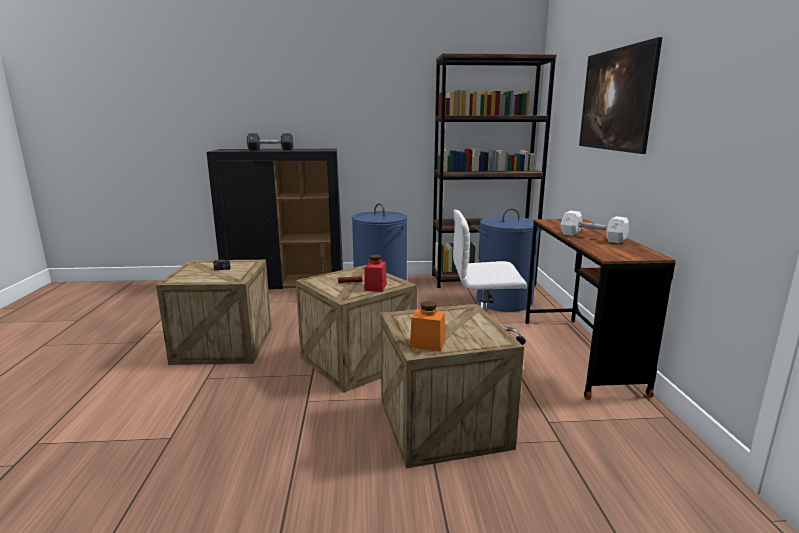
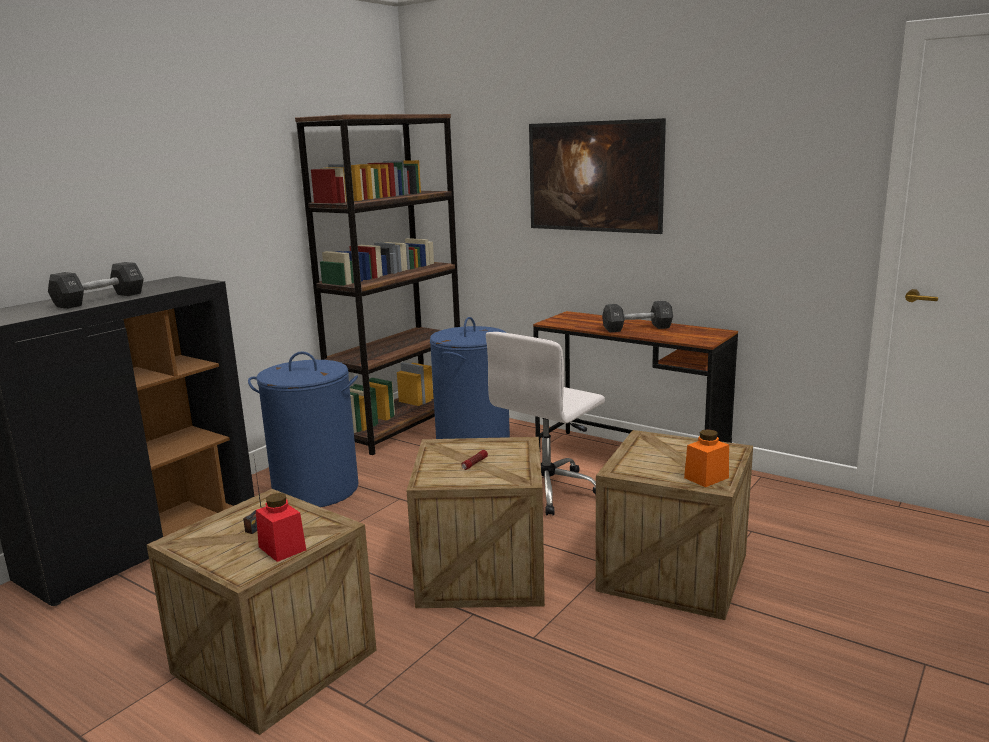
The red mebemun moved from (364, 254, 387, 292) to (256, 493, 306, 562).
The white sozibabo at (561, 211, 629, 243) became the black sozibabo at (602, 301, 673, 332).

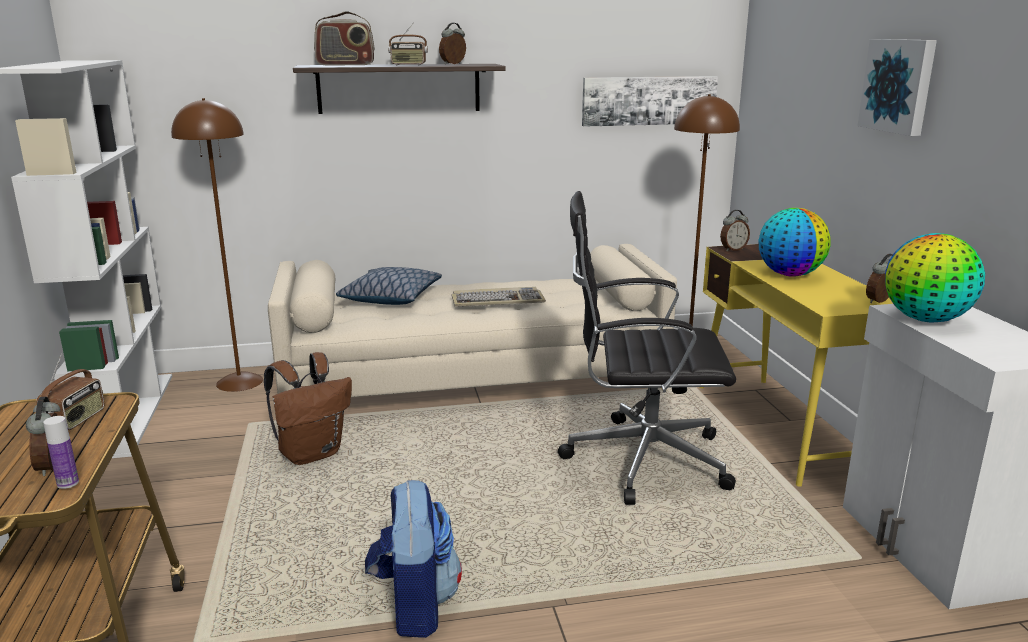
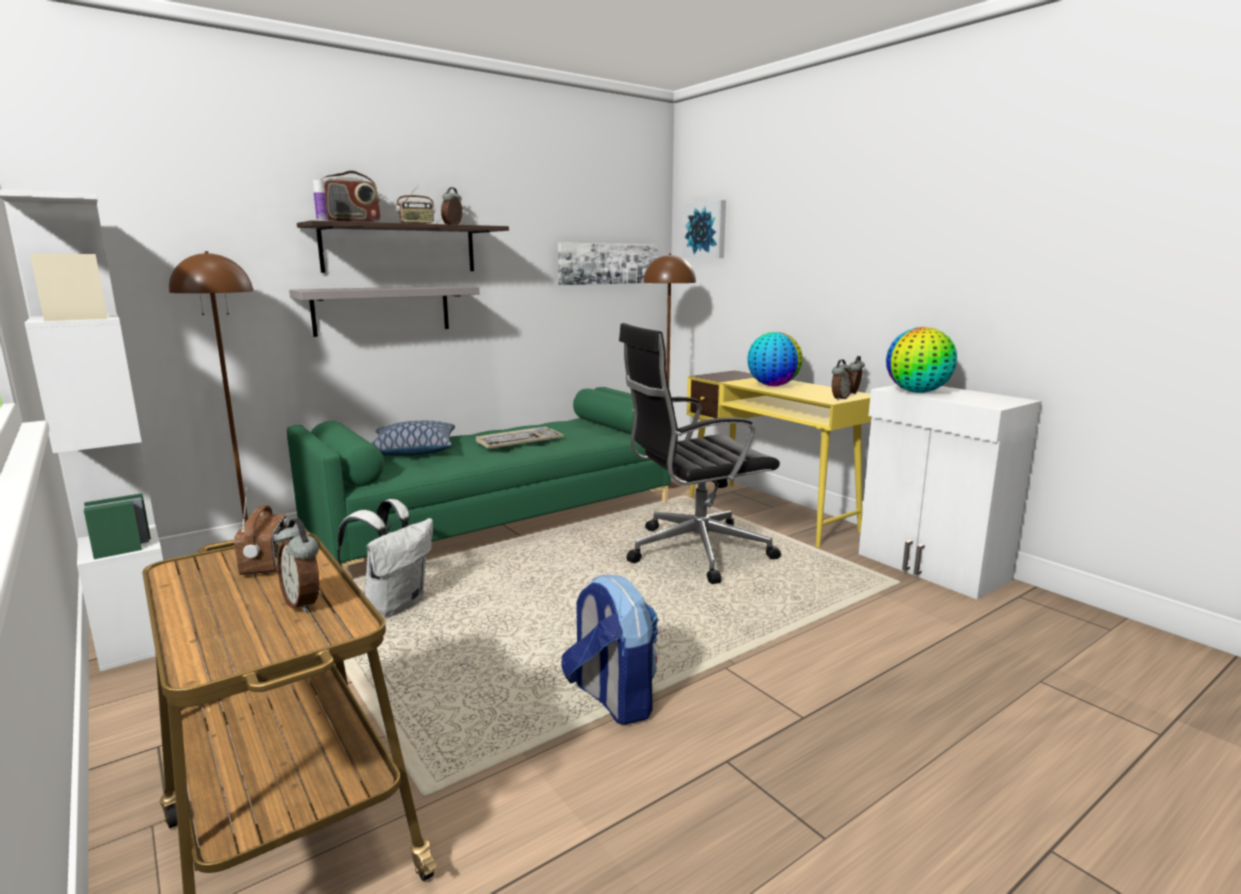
The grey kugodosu at (289, 286, 480, 337) appeared.
The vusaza moved from (43, 416, 79, 489) to (313, 180, 328, 221).
The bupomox moved from (720, 210, 750, 251) to (832, 359, 852, 400).
The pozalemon moved from (857, 39, 937, 136) to (683, 200, 726, 258).
The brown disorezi at (264, 352, 352, 465) became the white disorezi at (337, 499, 433, 617).
The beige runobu at (268, 244, 677, 397) became the green runobu at (287, 387, 671, 567).

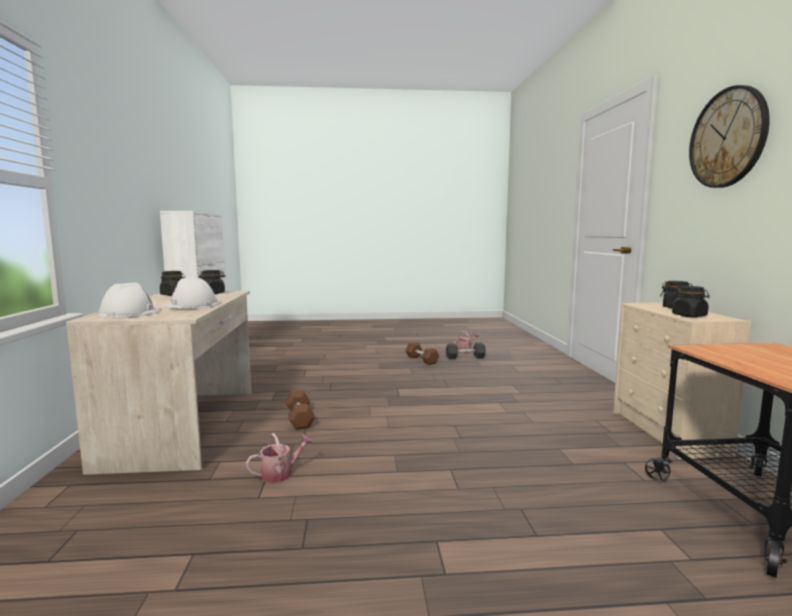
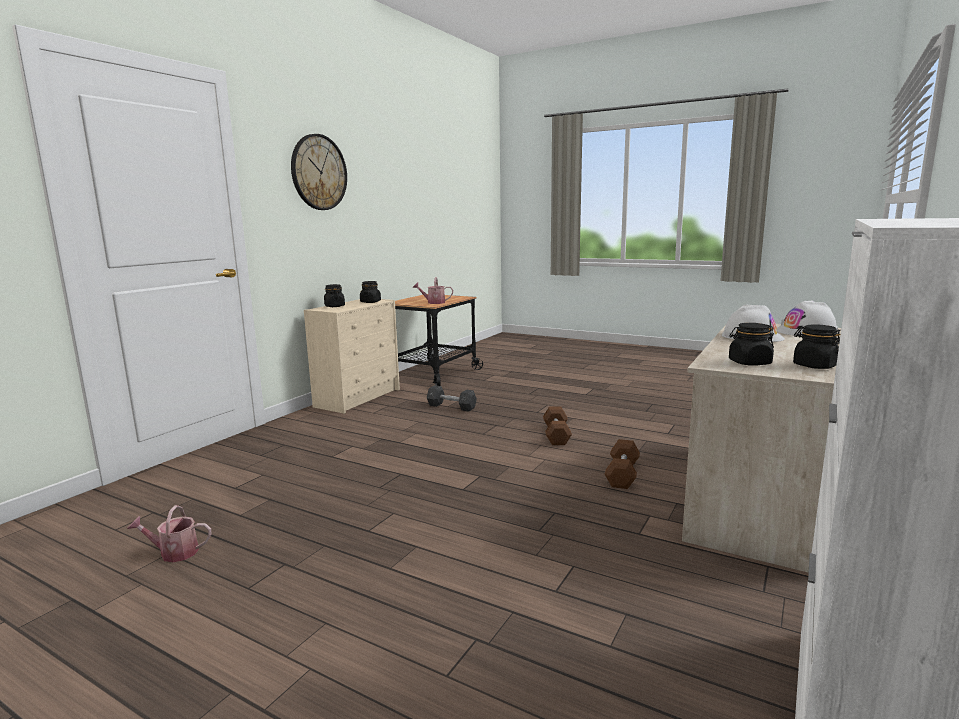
The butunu moved from (246, 433, 313, 483) to (413, 277, 453, 304).
The brown sozibabo moved from (405, 342, 439, 365) to (543, 407, 572, 445).
The grey sozibabo moved from (446, 342, 486, 360) to (427, 385, 477, 412).

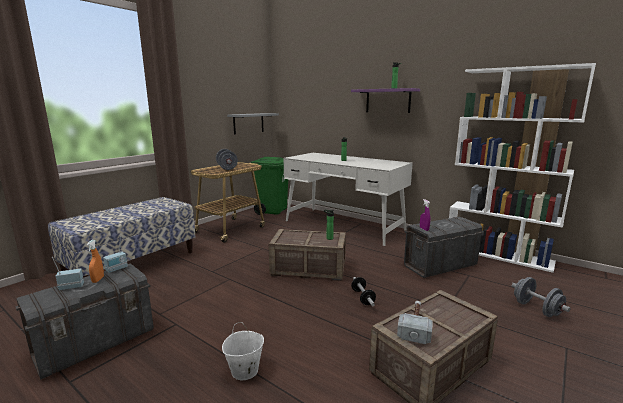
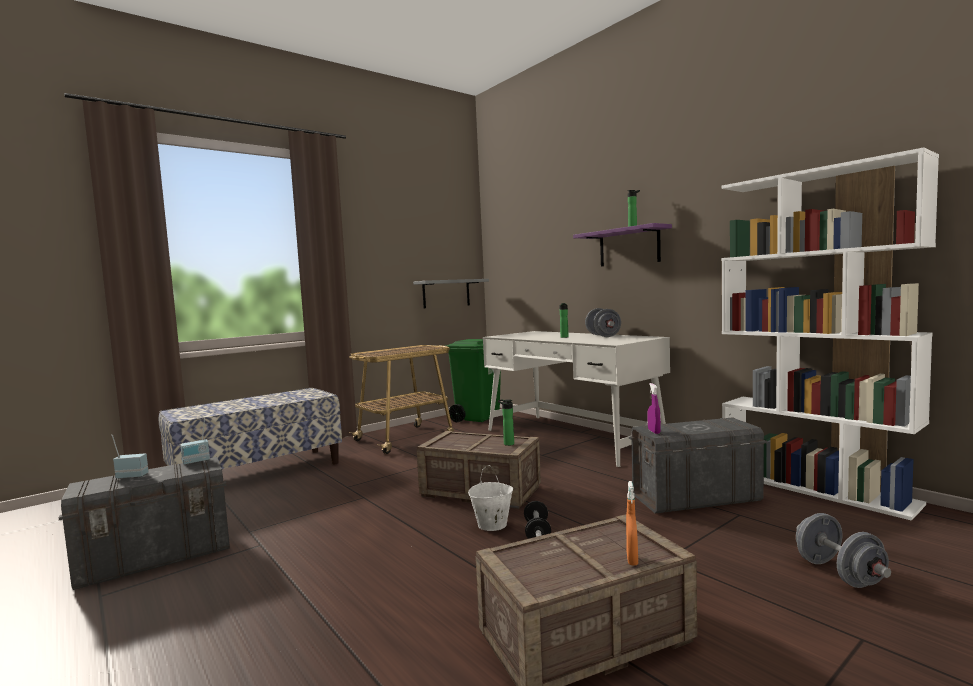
The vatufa at (397, 301, 433, 344) disappeared.
The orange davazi moved from (87, 240, 104, 283) to (626, 481, 638, 565).
The grey sozibabo moved from (216, 149, 238, 170) to (585, 308, 621, 337).
The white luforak moved from (222, 322, 264, 380) to (468, 465, 513, 531).

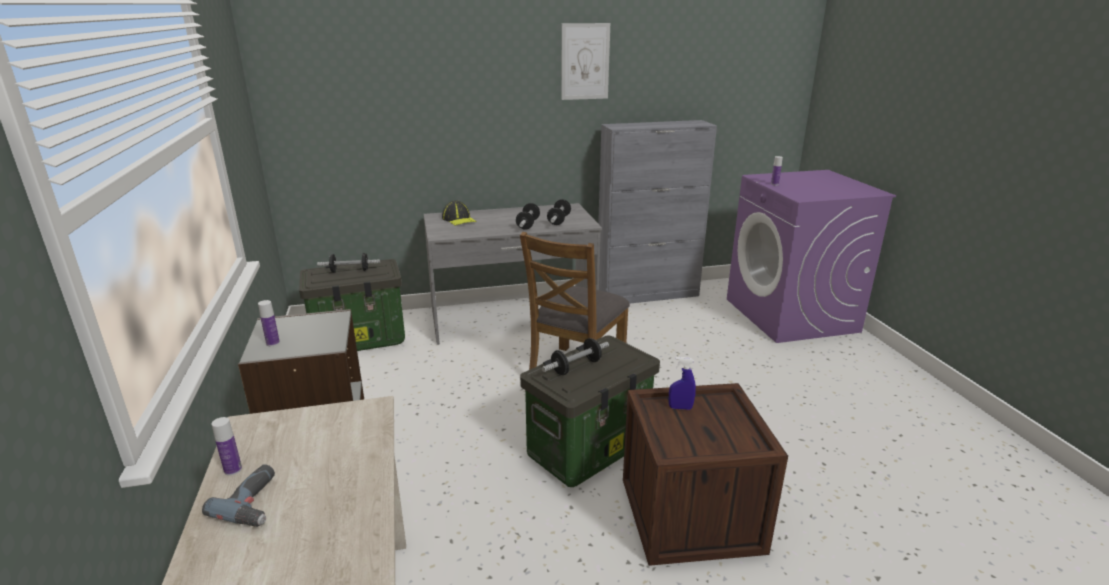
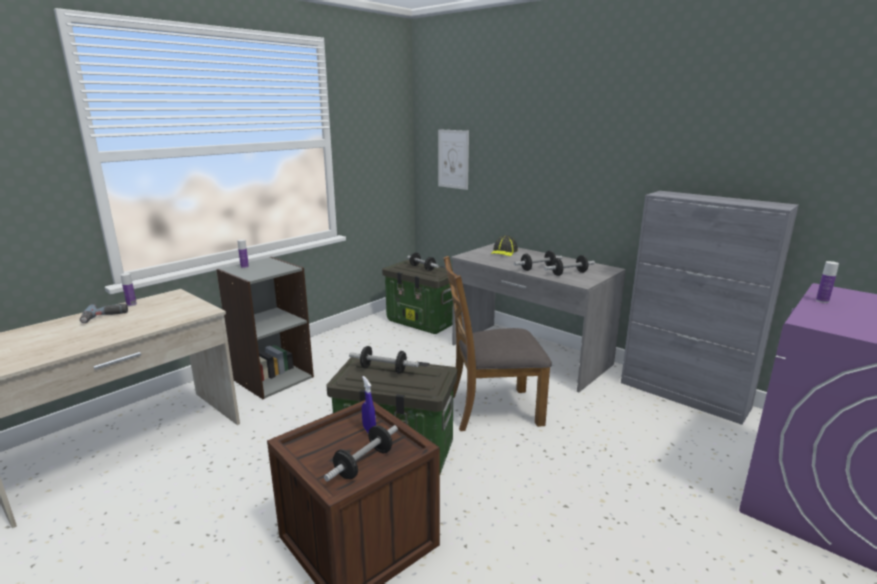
The sozibabo at (324, 425, 398, 482) appeared.
The pozalemon moved from (561, 23, 610, 100) to (438, 129, 469, 190).

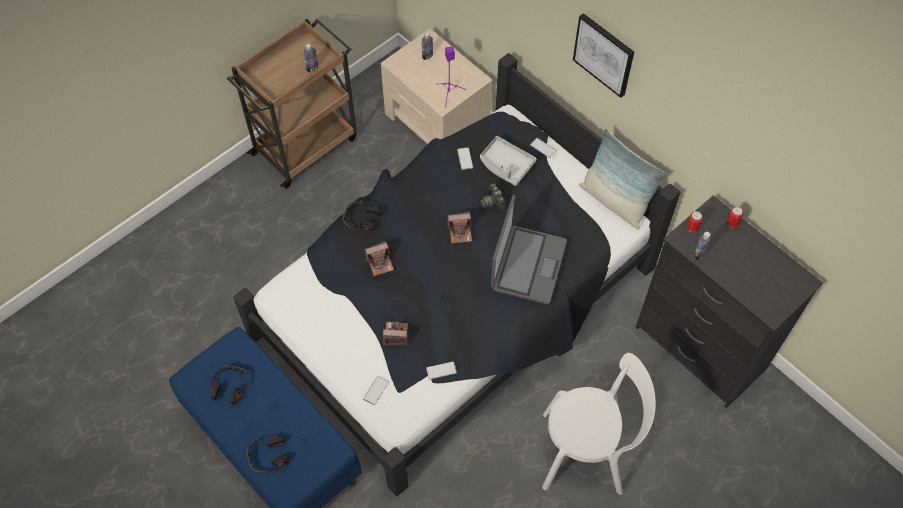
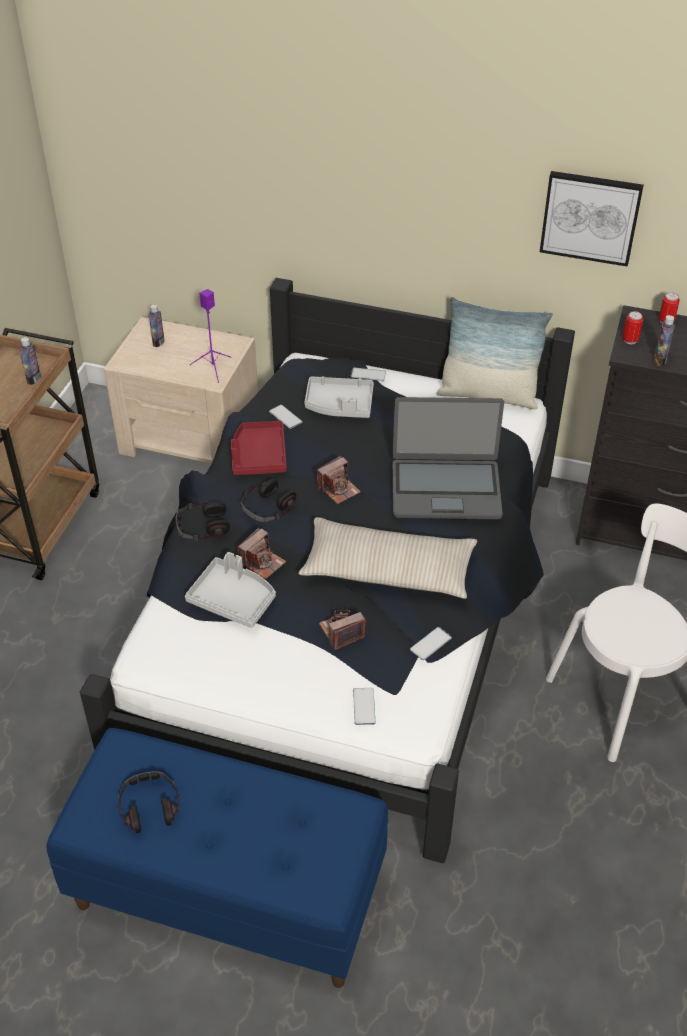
The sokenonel at (480, 183, 505, 210) disappeared.
The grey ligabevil at (185, 552, 276, 628) appeared.
The red ligabevil at (231, 421, 286, 475) appeared.
The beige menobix at (298, 517, 477, 599) appeared.
The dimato moved from (247, 435, 290, 474) to (240, 479, 296, 522).
The pozalemon moved from (573, 13, 634, 98) to (540, 171, 644, 267).
The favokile at (491, 195, 567, 305) turned 105 degrees clockwise.

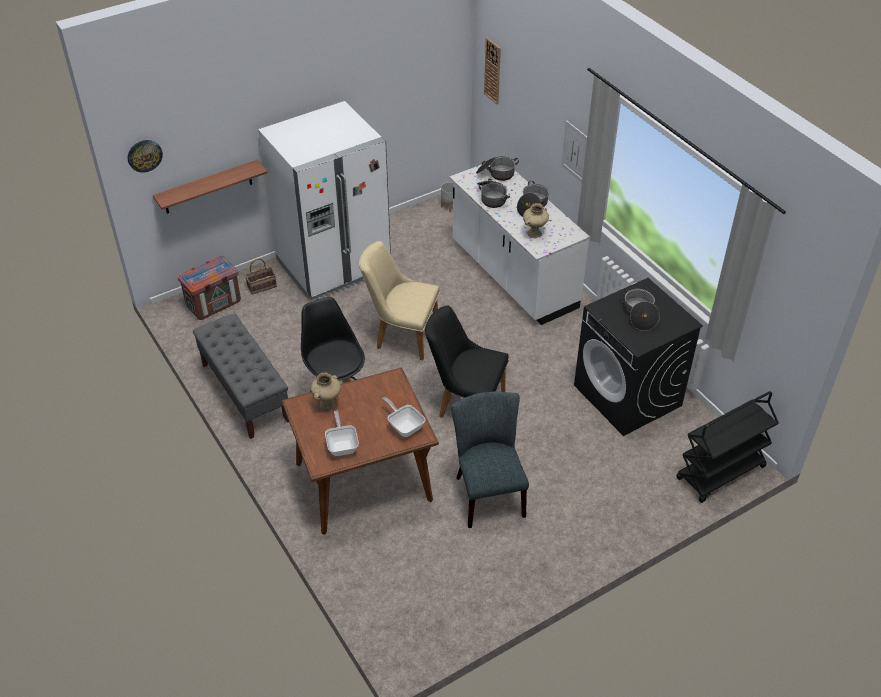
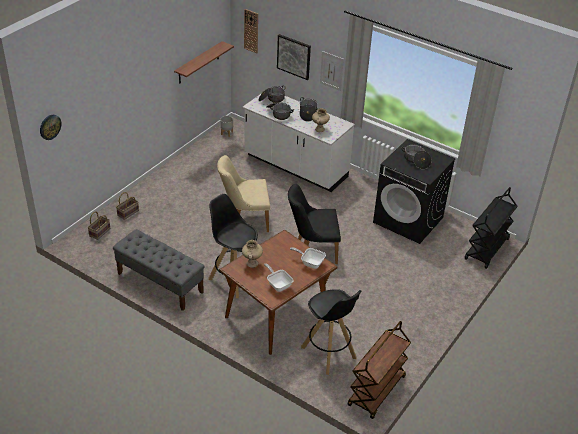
The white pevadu at (258, 101, 391, 302) disappeared.
The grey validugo at (451, 392, 529, 528) disappeared.
The pozalemon at (277, 34, 311, 80) appeared.
The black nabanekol at (301, 289, 361, 375) appeared.
The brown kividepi at (348, 321, 411, 419) appeared.
The kugodosu moved from (153, 160, 268, 214) to (174, 41, 234, 84).
The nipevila at (178, 256, 241, 320) was replaced by the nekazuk at (88, 212, 110, 240).

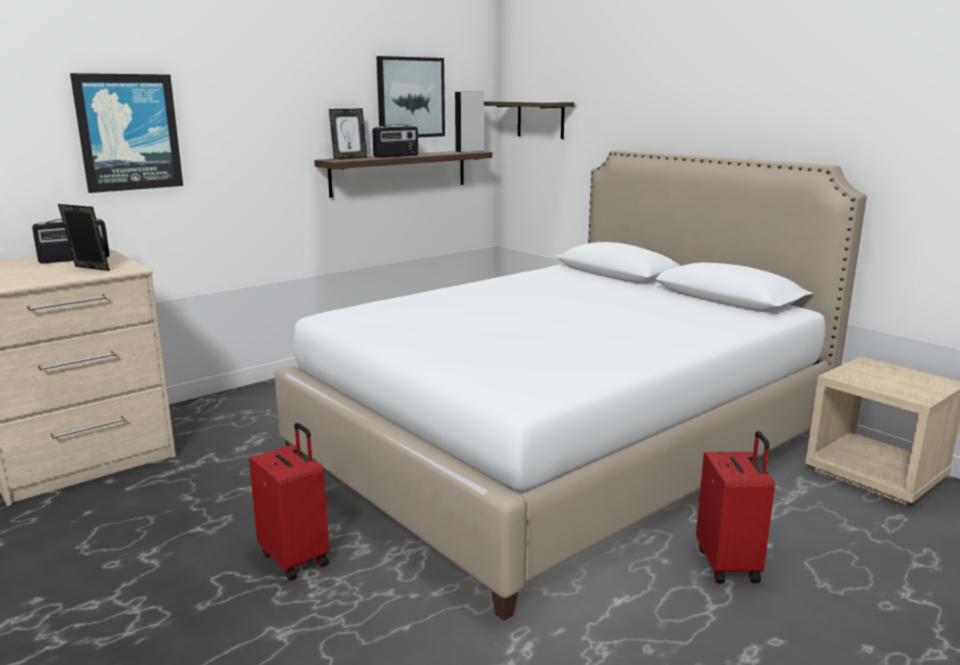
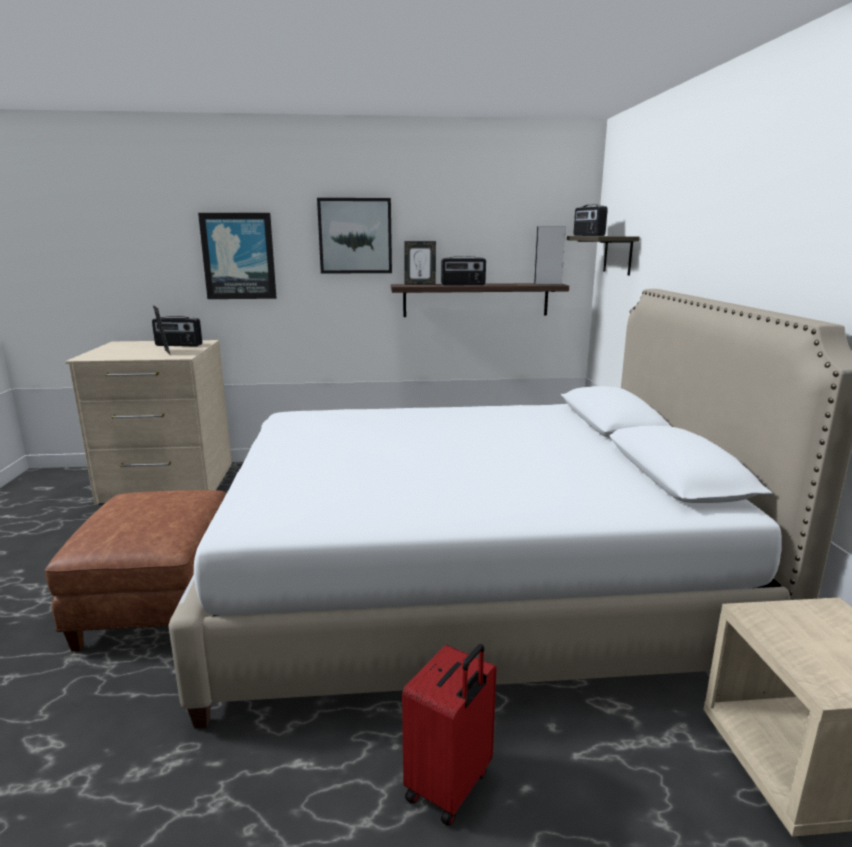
The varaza at (574, 204, 608, 236) appeared.
The pozalemon moved from (376, 56, 445, 137) to (317, 198, 392, 274).
The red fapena at (249, 423, 329, 580) was replaced by the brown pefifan at (45, 490, 226, 651).

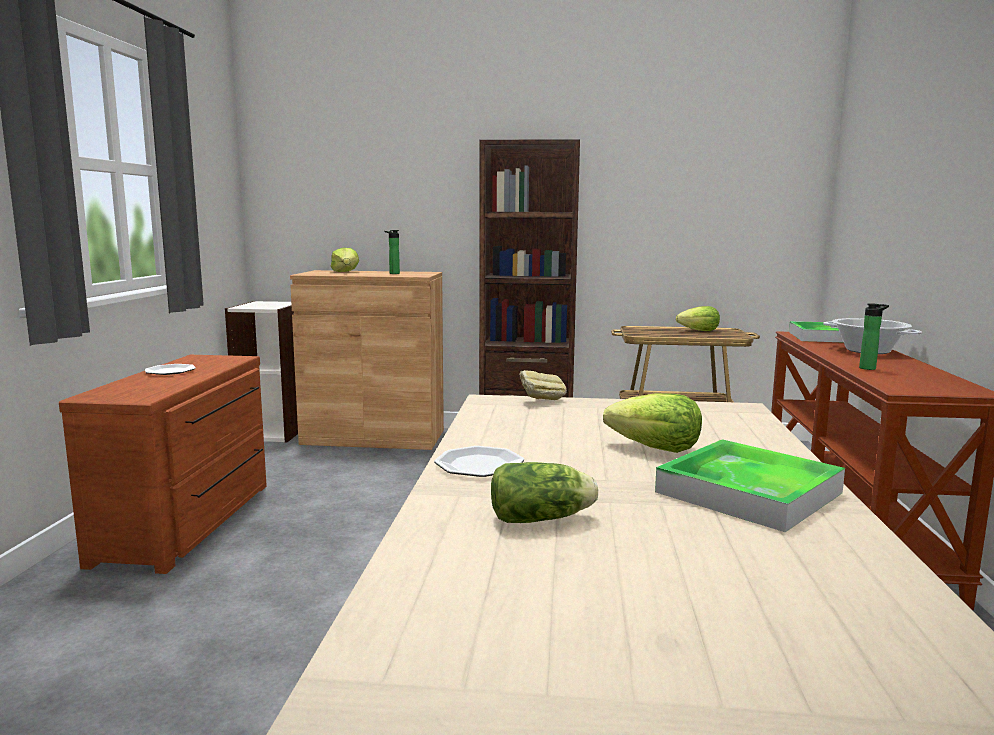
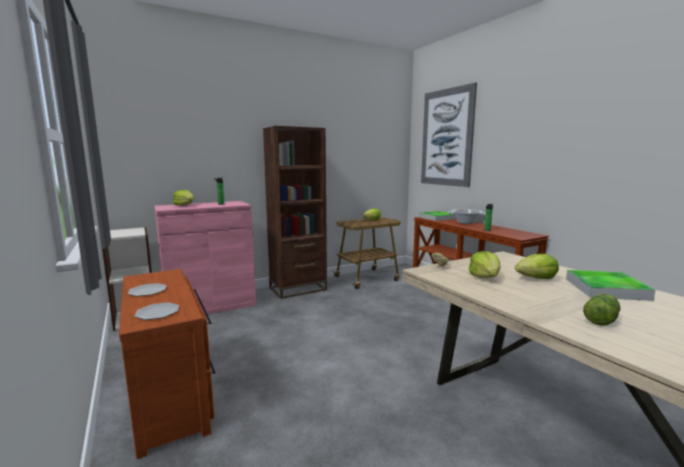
The pozalemon at (421, 82, 477, 187) appeared.
The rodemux at (469, 251, 501, 278) appeared.
The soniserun moved from (434, 446, 524, 477) to (134, 302, 179, 320).
The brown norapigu at (290, 270, 444, 450) became the pink norapigu at (154, 201, 256, 315).

